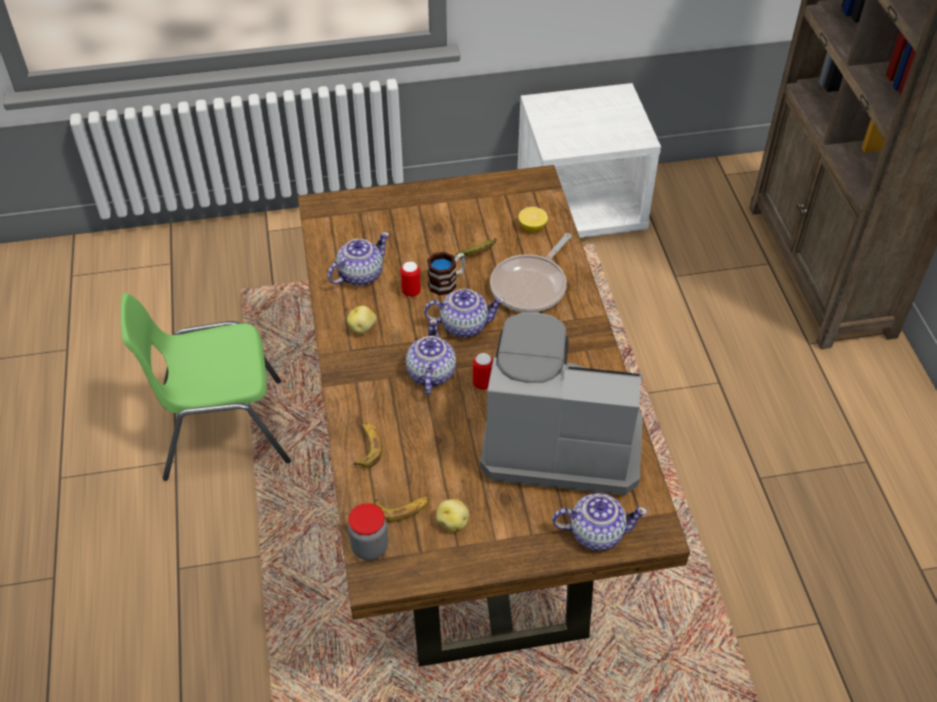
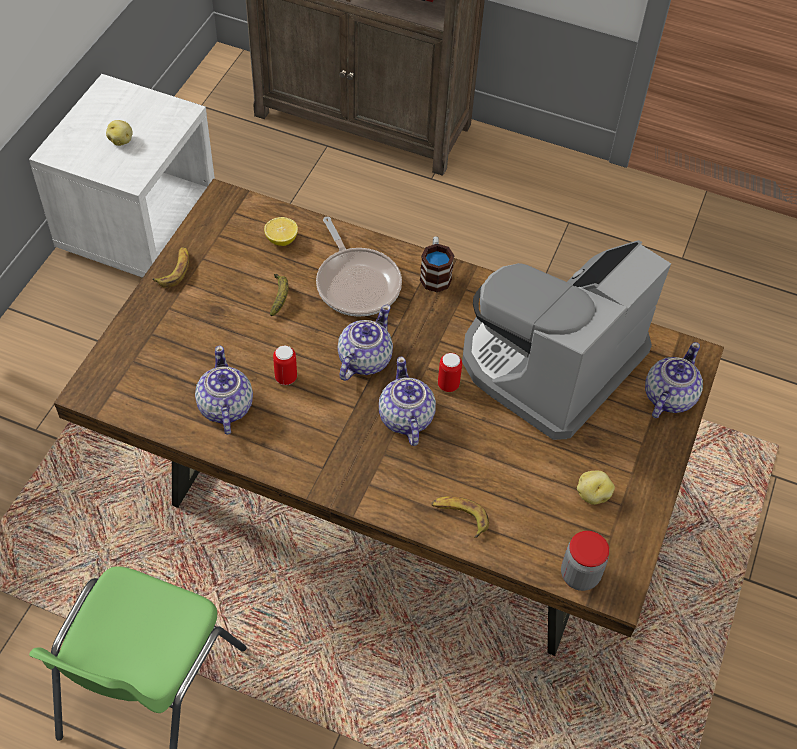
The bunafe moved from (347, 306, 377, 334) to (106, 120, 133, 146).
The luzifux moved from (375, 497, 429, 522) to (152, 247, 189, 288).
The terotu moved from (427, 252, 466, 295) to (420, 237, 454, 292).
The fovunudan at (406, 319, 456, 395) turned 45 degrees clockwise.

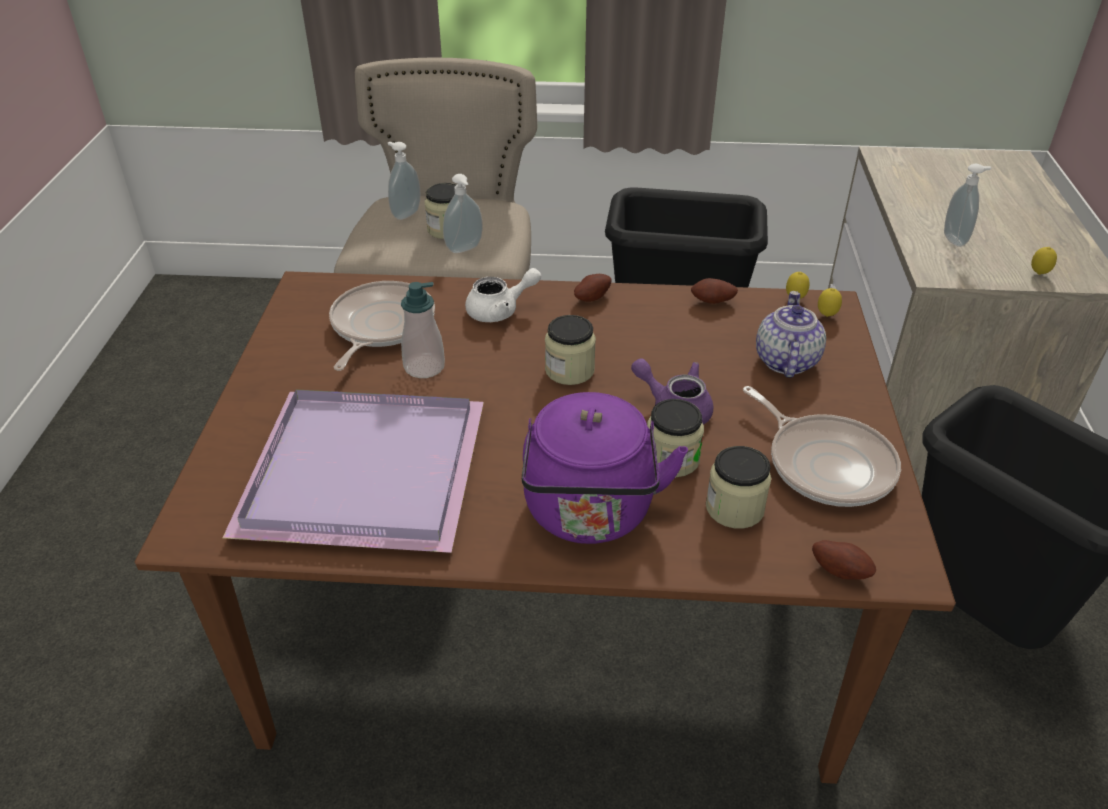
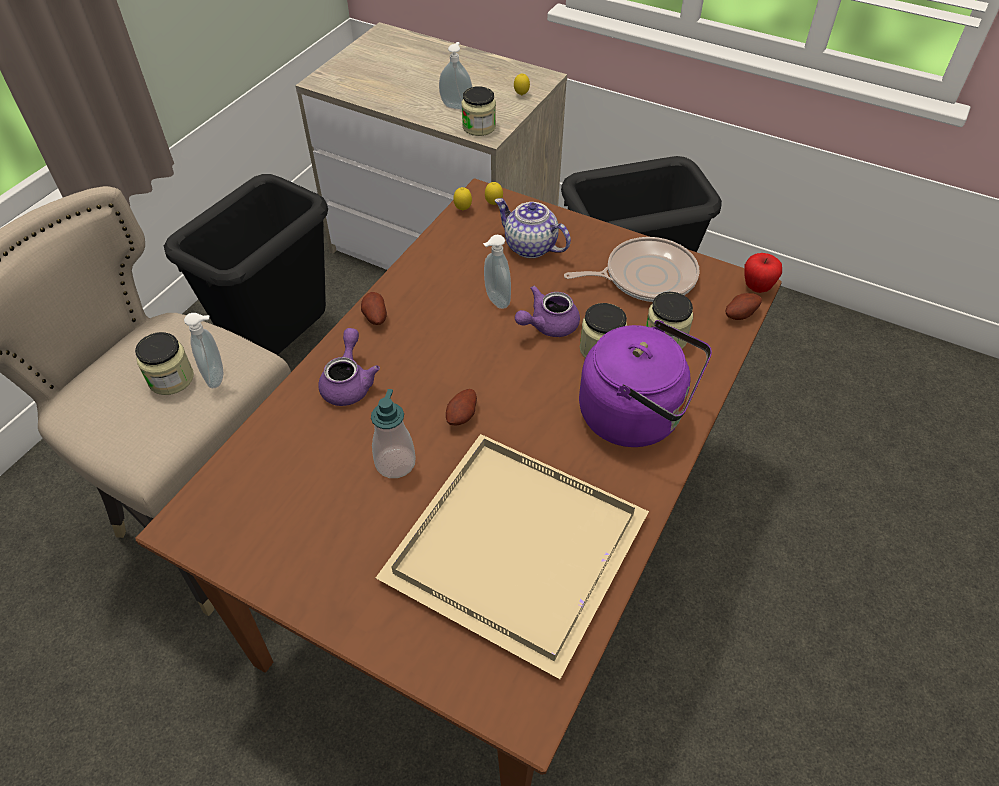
The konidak at (329, 281, 435, 371) disappeared.
The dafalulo at (744, 253, 782, 293) appeared.
The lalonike moved from (388, 142, 421, 220) to (483, 235, 511, 309).
The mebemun moved from (545, 315, 596, 385) to (462, 86, 496, 136).
The bunafe moved from (691, 278, 738, 304) to (446, 389, 477, 426).
The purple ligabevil at (223, 389, 484, 553) became the beige ligabevil at (376, 434, 649, 679).
The white fovunudan at (465, 268, 541, 322) became the purple fovunudan at (318, 328, 380, 406).

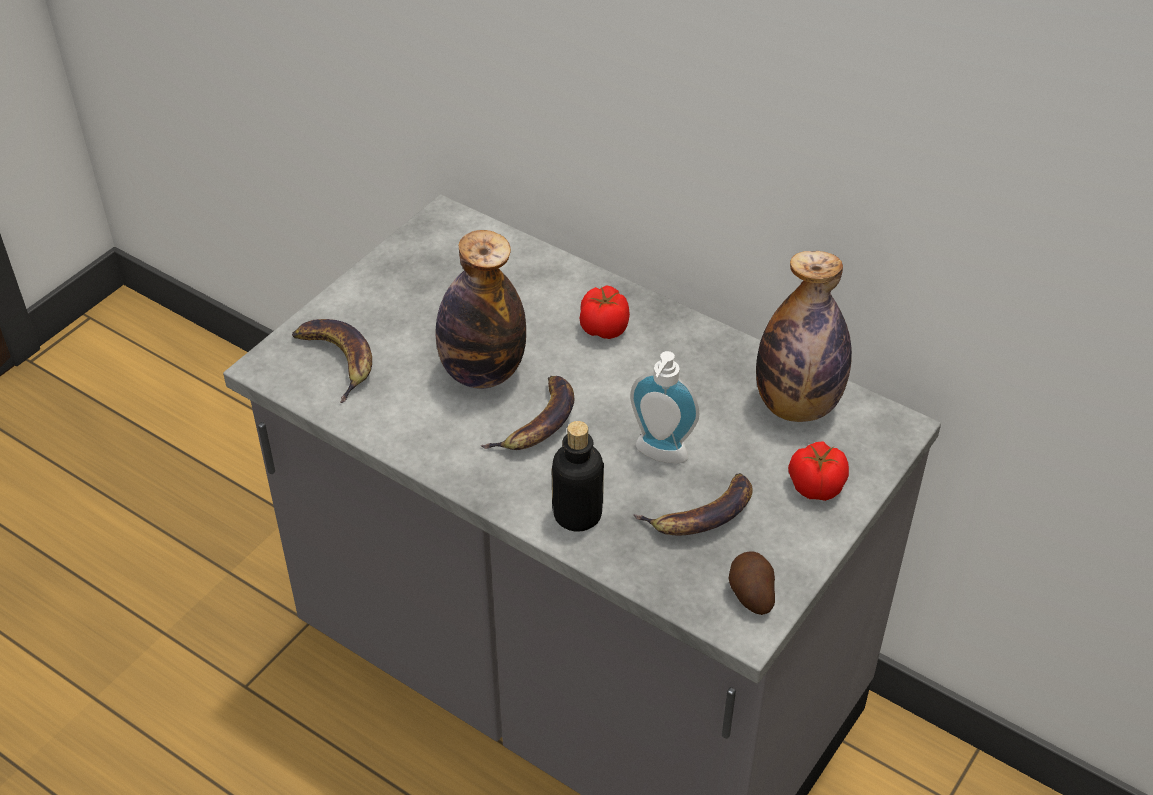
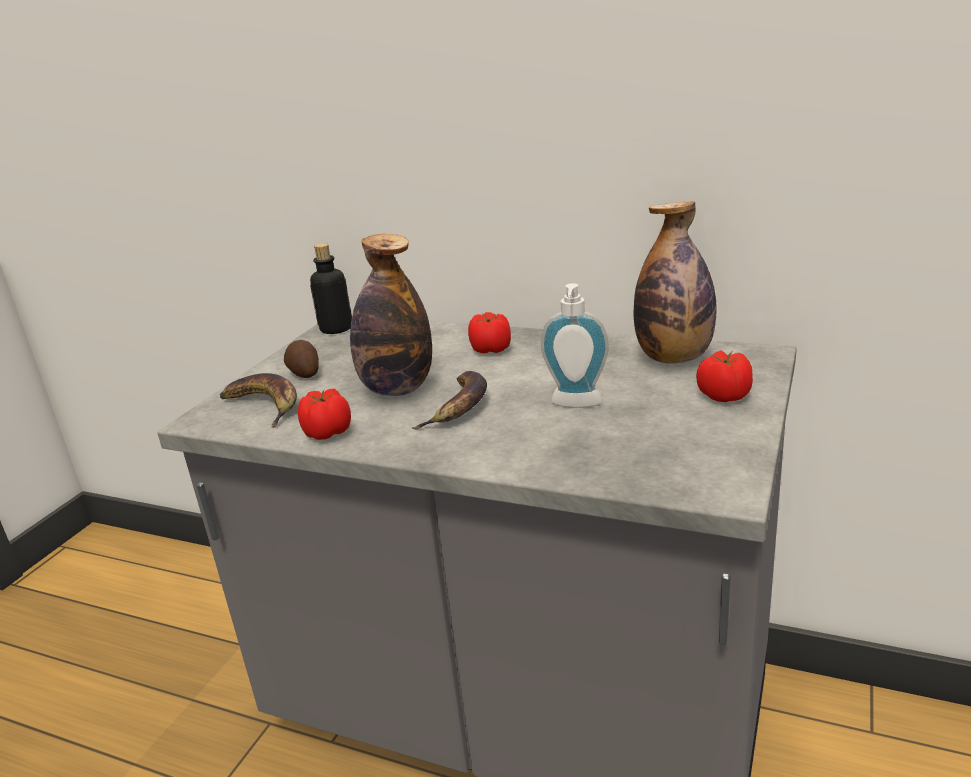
The luzifux at (633, 473, 753, 535) disappeared.
The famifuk at (298, 389, 351, 440) appeared.
The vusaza moved from (552, 421, 604, 532) to (310, 243, 352, 334).
The bunafe moved from (729, 551, 775, 615) to (284, 340, 319, 378).

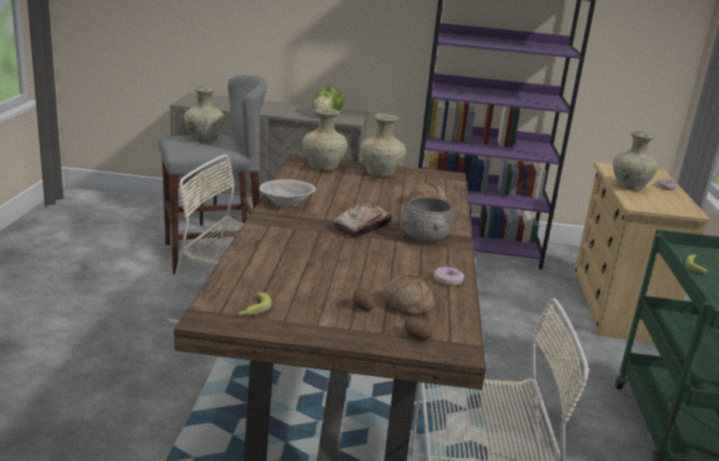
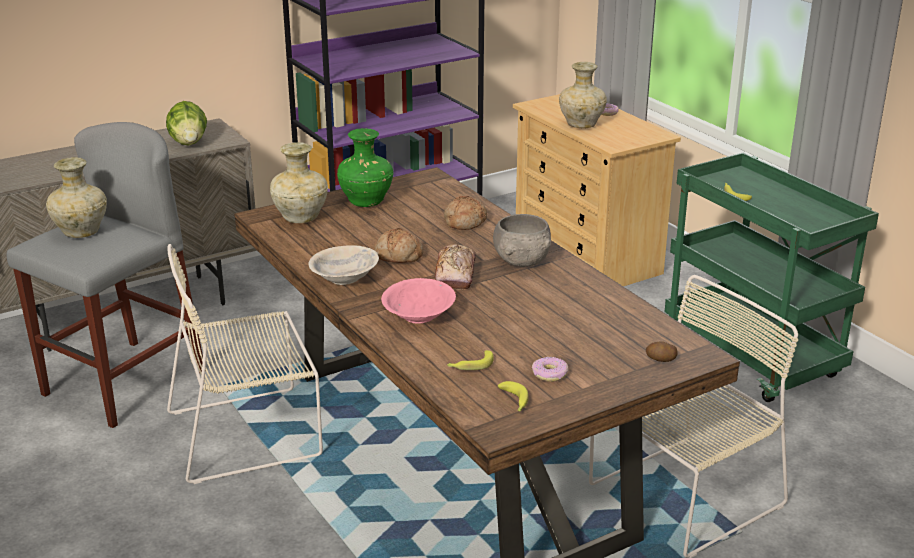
The bunafe at (353, 288, 375, 311) disappeared.
The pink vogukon at (381, 278, 456, 323) appeared.
The luzifux at (447, 350, 494, 370) appeared.
The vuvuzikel moved from (382, 274, 434, 316) to (374, 228, 424, 263).
The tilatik moved from (433, 266, 464, 286) to (532, 357, 568, 382).
The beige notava at (360, 114, 405, 177) became the green notava at (337, 128, 393, 207).

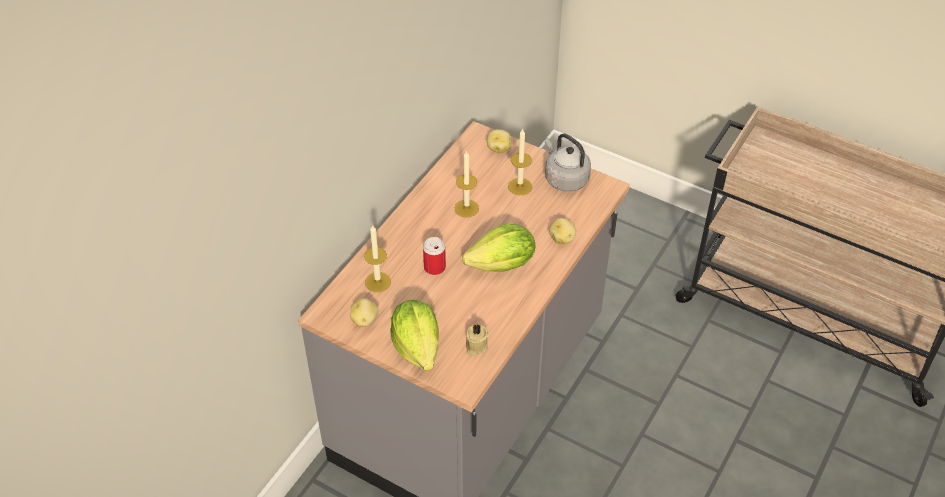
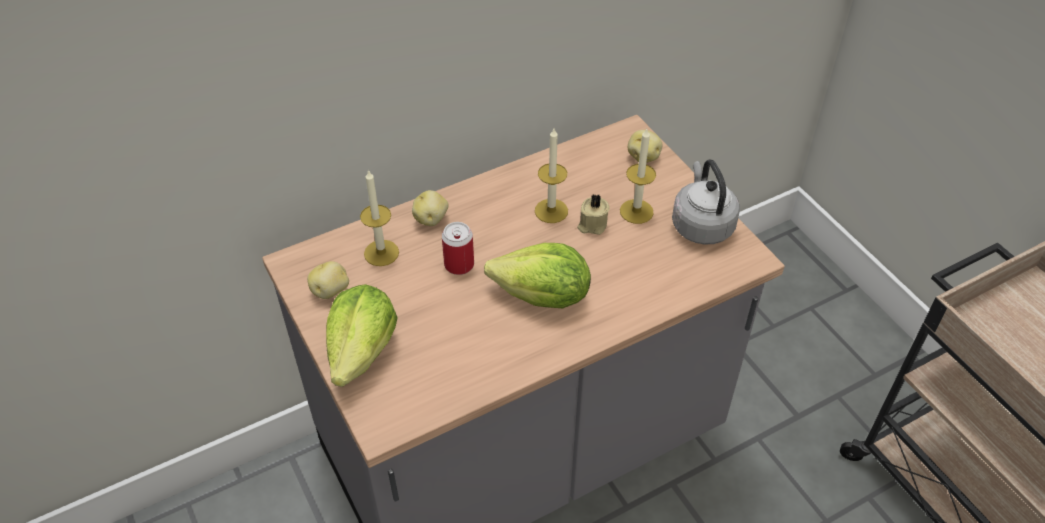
The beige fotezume moved from (466, 324, 488, 356) to (577, 194, 609, 235).
The bunafe moved from (549, 218, 576, 244) to (412, 190, 449, 226).

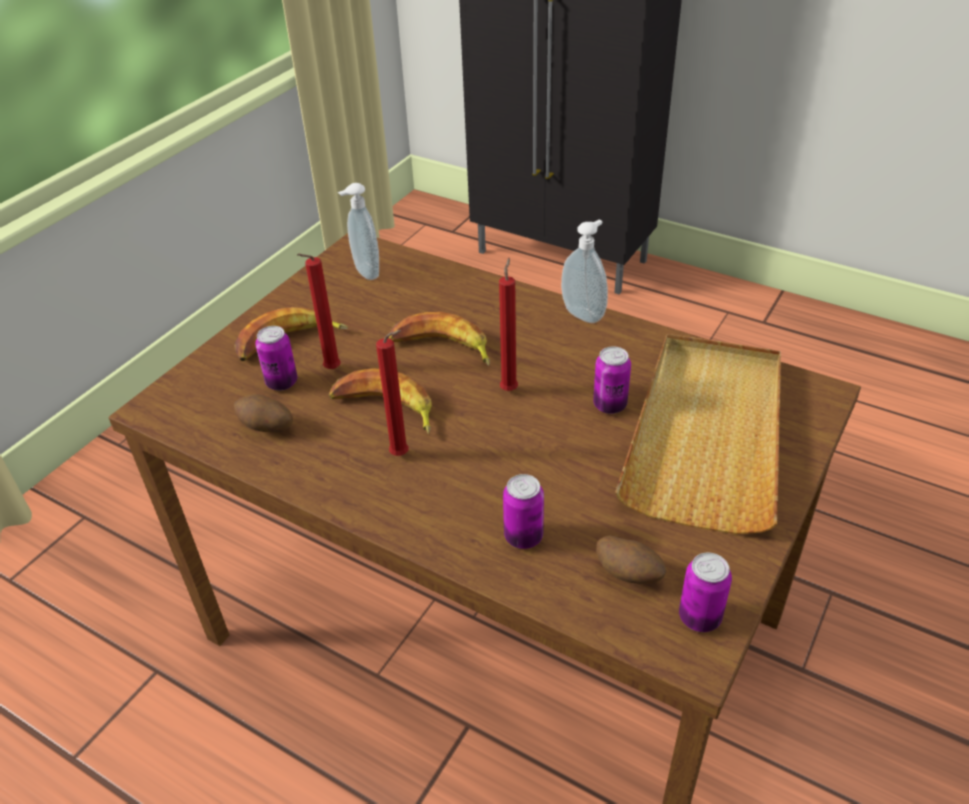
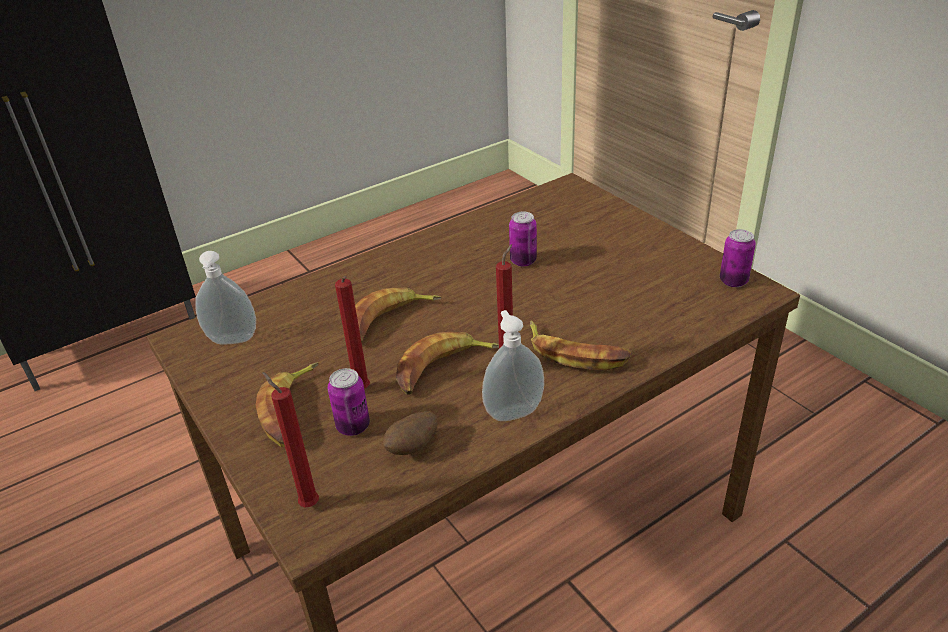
The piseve at (503, 474, 544, 549) disappeared.
The bunafe at (596, 535, 666, 584) disappeared.
The beige ligabevil at (615, 334, 781, 534) disappeared.
The luzifux at (530, 320, 632, 370) appeared.
The red fotezume moved from (499, 258, 518, 391) to (262, 372, 319, 507).
The lalonike moved from (561, 219, 608, 323) to (482, 310, 544, 421).

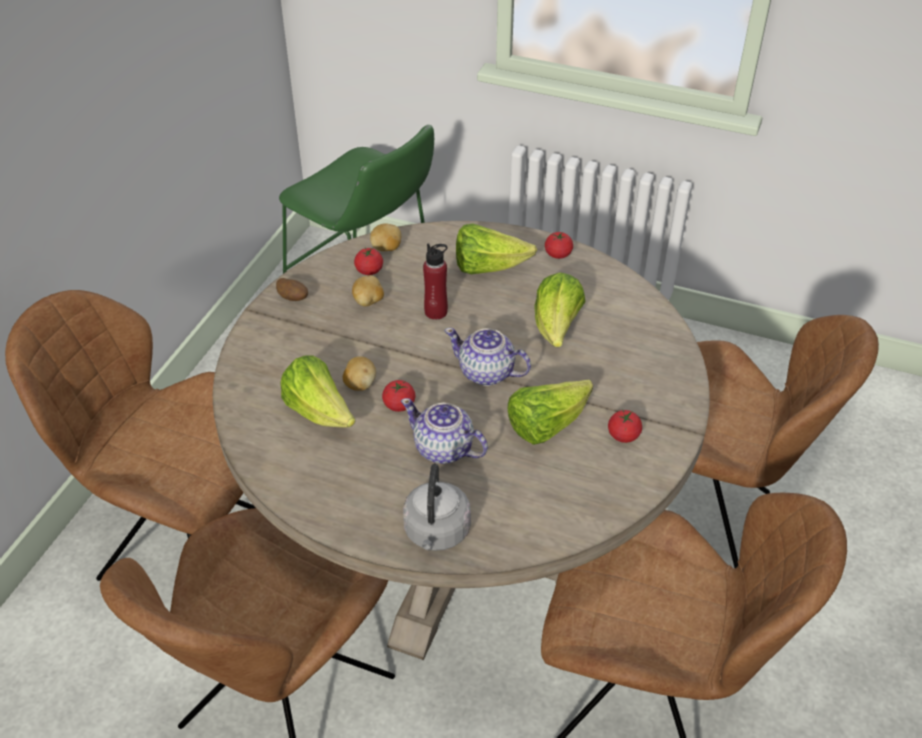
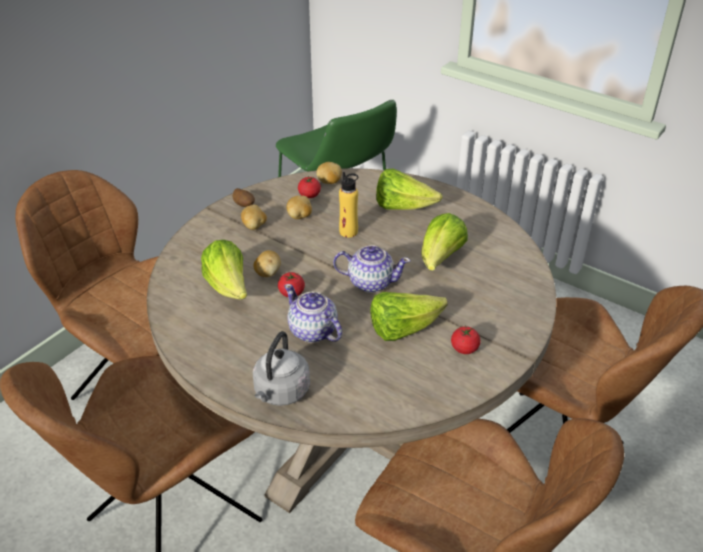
The famifuk at (545, 232, 573, 259) disappeared.
The bunafe at (241, 205, 267, 230) appeared.
The red vusaza at (423, 244, 448, 320) became the yellow vusaza at (339, 172, 358, 238).
The fovunudan at (444, 328, 531, 386) turned 150 degrees clockwise.

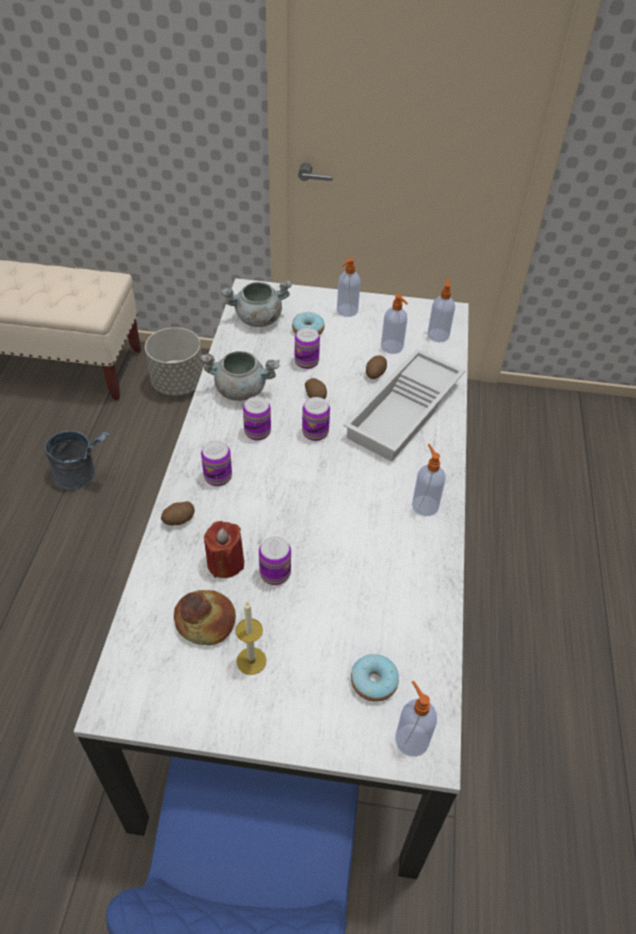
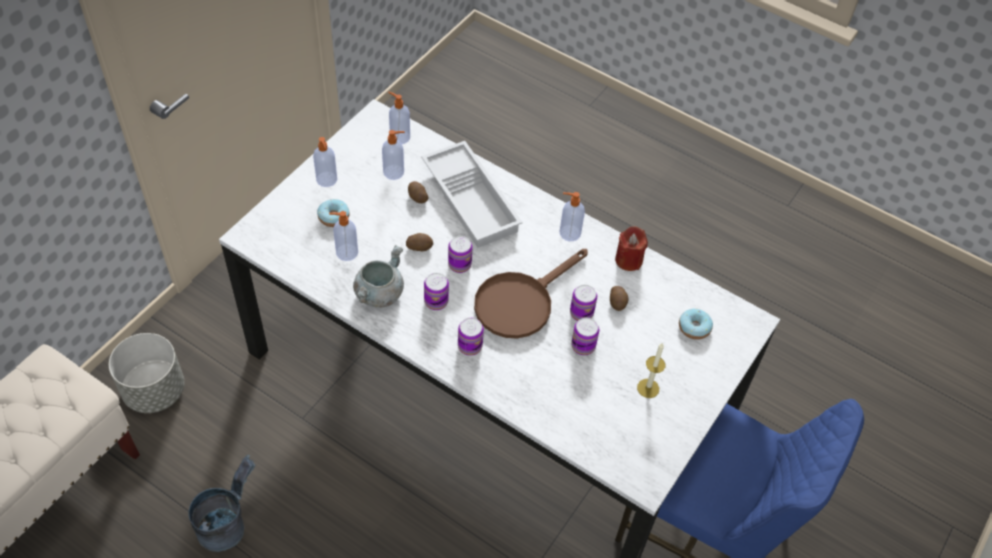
The vuvuzikel at (174, 590, 236, 645) disappeared.
The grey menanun at (220, 280, 292, 327) disappeared.
The brown konidak at (474, 249, 588, 339) appeared.
The bunafe moved from (161, 501, 195, 525) to (610, 286, 629, 311).
The red fotezume moved from (204, 521, 244, 578) to (615, 226, 648, 271).
The piseve moved from (295, 328, 320, 369) to (570, 285, 597, 321).
The lalonike moved from (395, 681, 437, 757) to (329, 211, 358, 261).

